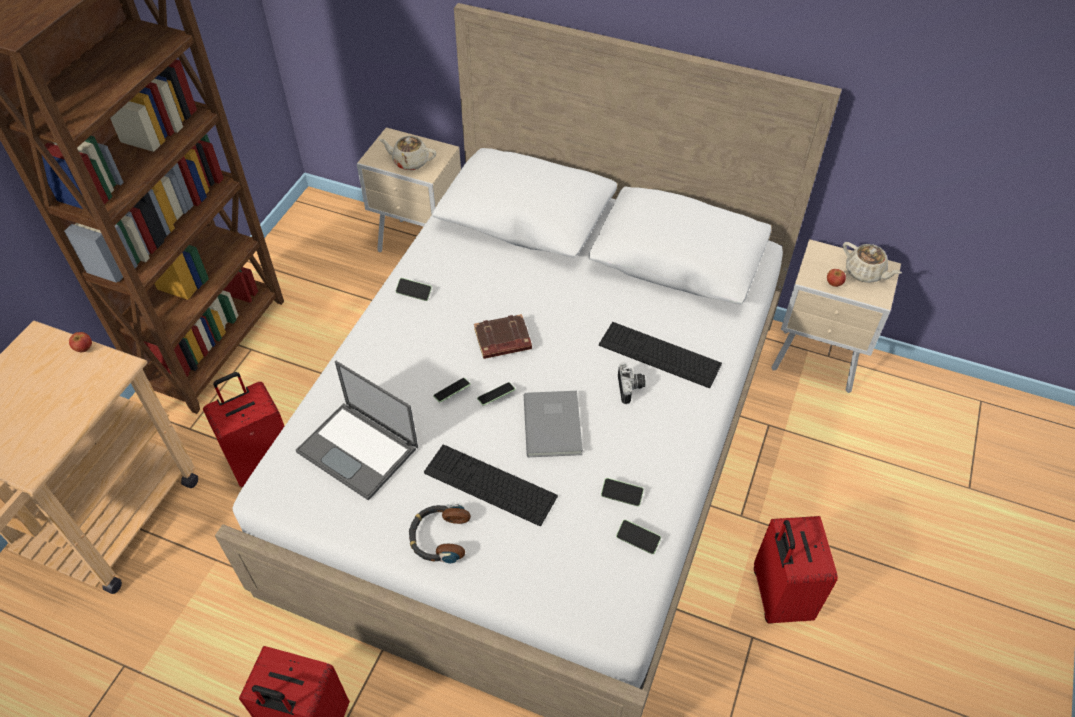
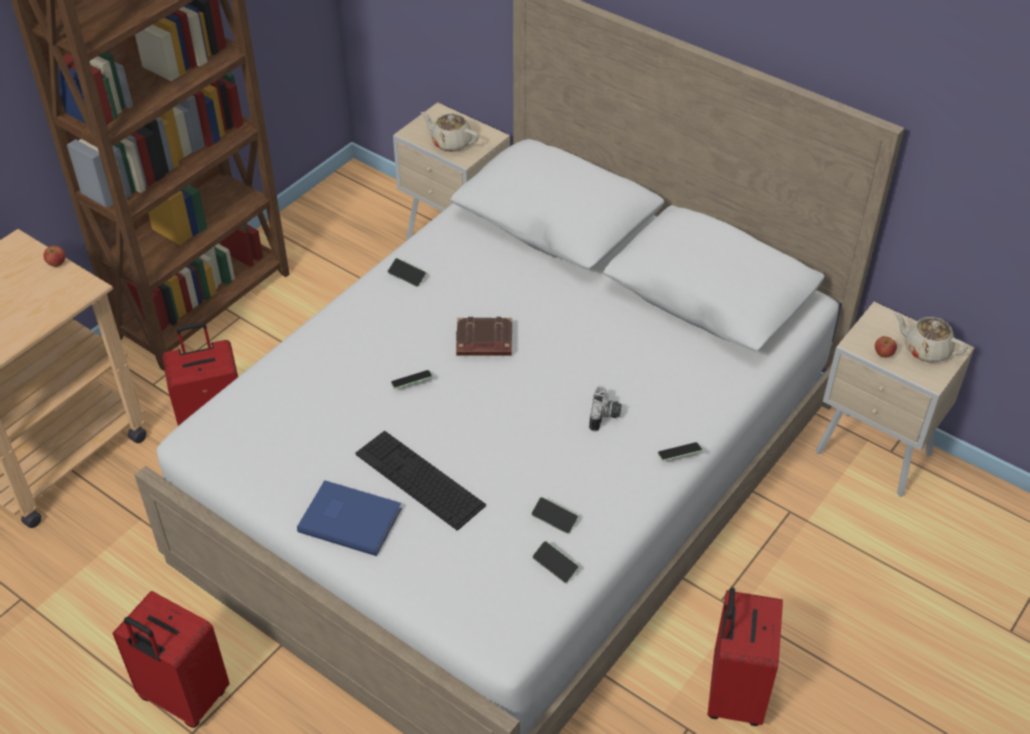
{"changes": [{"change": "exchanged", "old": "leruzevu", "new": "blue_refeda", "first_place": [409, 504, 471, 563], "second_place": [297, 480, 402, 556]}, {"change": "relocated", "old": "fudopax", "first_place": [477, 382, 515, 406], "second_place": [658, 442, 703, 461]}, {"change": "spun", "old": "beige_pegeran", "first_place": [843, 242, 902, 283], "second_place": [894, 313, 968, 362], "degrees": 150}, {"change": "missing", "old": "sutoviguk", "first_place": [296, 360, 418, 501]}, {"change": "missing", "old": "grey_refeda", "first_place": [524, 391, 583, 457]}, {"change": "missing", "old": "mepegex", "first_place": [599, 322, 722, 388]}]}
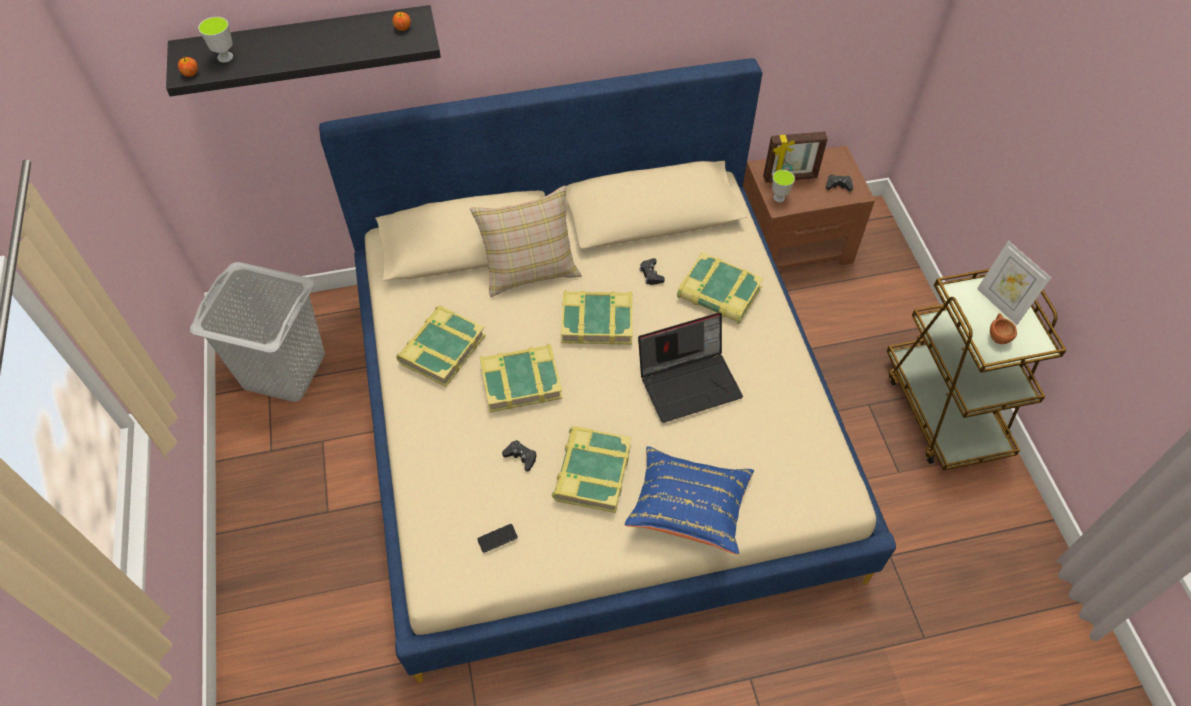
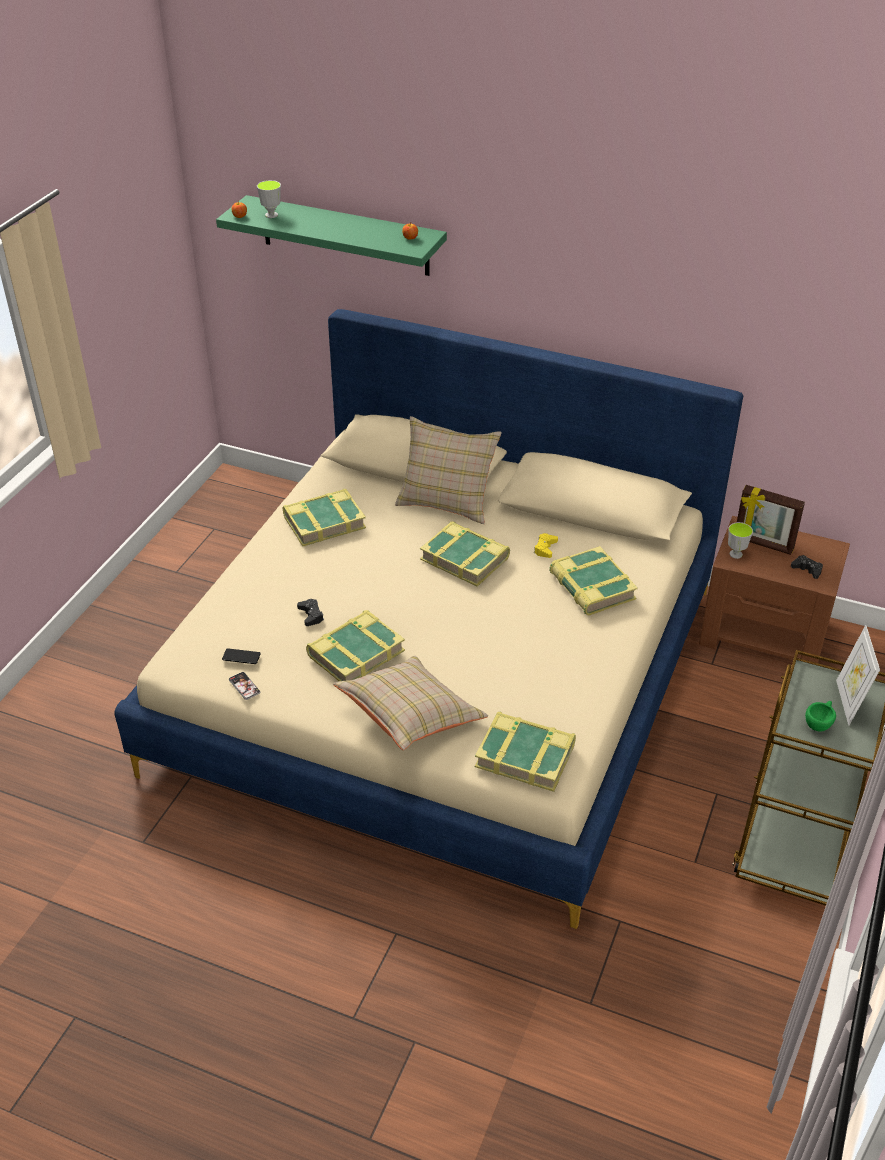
{"changes": [{"change": "colour", "old": "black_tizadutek", "new": "green_tizadutek", "first_place": [166, 5, 441, 97], "second_place": [216, 195, 447, 276]}, {"change": "appeared", "new": "fudopax", "second_place": [229, 672, 261, 700]}, {"change": "colour", "old": "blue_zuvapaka", "new": "beige_zuvapaka", "first_place": [625, 446, 754, 555], "second_place": [333, 656, 488, 750]}, {"change": "relocated", "old": "refeda", "first_place": [480, 344, 563, 412], "second_place": [475, 712, 576, 792]}, {"change": "colour", "old": "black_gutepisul", "new": "yellow_gutepisul", "first_place": [639, 258, 665, 285], "second_place": [534, 533, 558, 558]}, {"change": "colour", "old": "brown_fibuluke", "new": "green_fibuluke", "first_place": [990, 313, 1017, 344], "second_place": [805, 701, 836, 732]}, {"change": "missing", "old": "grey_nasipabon", "first_place": [190, 262, 325, 402]}, {"change": "missing", "old": "sutoviguk", "first_place": [638, 313, 743, 423]}]}
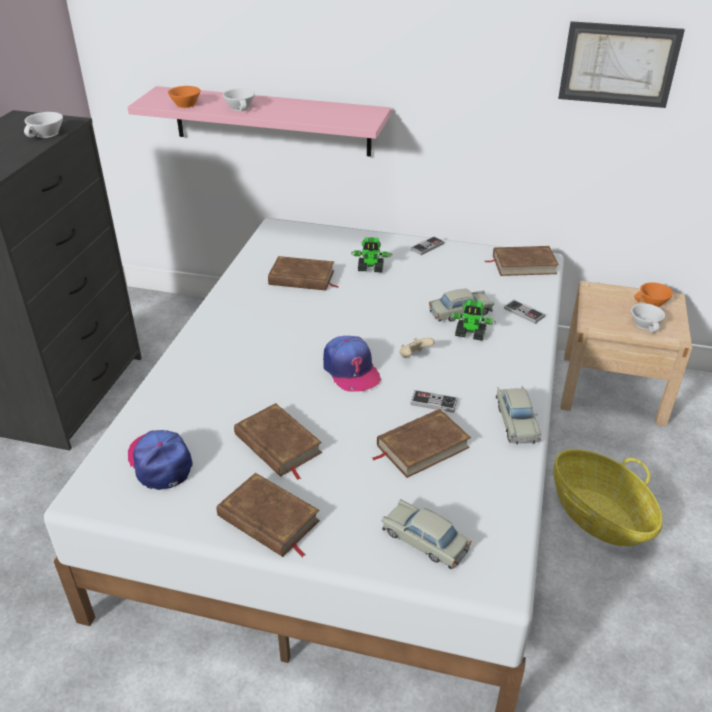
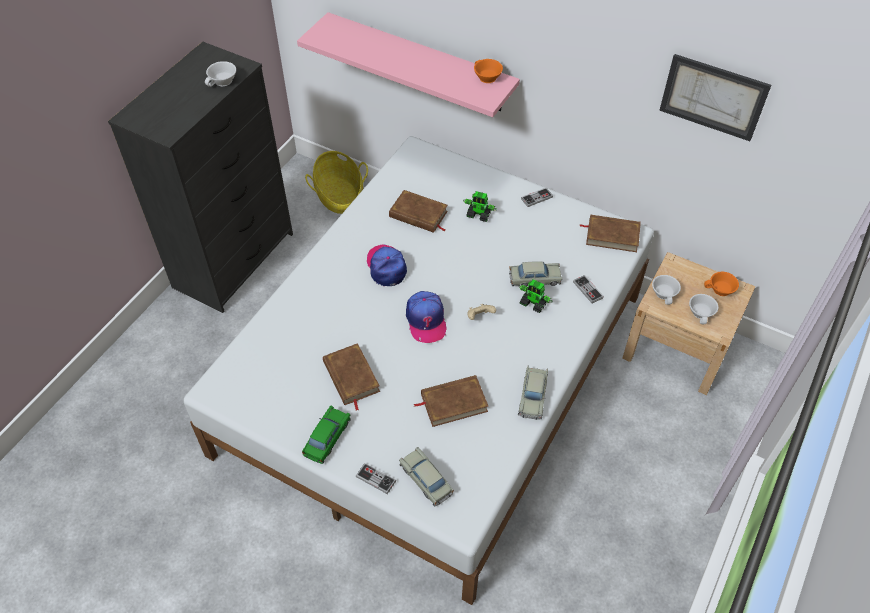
{"changes": [{"change": "exchanged", "old": "brown_refeda", "new": "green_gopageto", "first_place": [217, 473, 320, 557], "second_place": [302, 406, 351, 464]}, {"change": "relocated", "old": "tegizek", "first_place": [553, 449, 663, 546], "second_place": [305, 151, 368, 214]}, {"change": "relocated", "old": "gutepisul", "first_place": [410, 390, 458, 413], "second_place": [356, 463, 396, 494]}, {"change": "relocated", "old": "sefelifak", "first_place": [127, 430, 193, 490], "second_place": [367, 245, 407, 286]}, {"change": "relocated", "old": "orange_fibuluke", "first_place": [168, 86, 200, 108], "second_place": [474, 59, 503, 83]}, {"change": "relocated", "old": "white_fibuluke", "first_place": [223, 88, 255, 111], "second_place": [652, 275, 681, 305]}]}
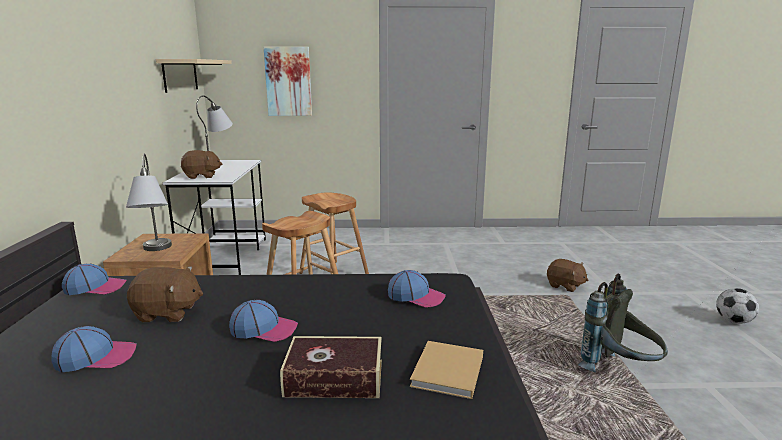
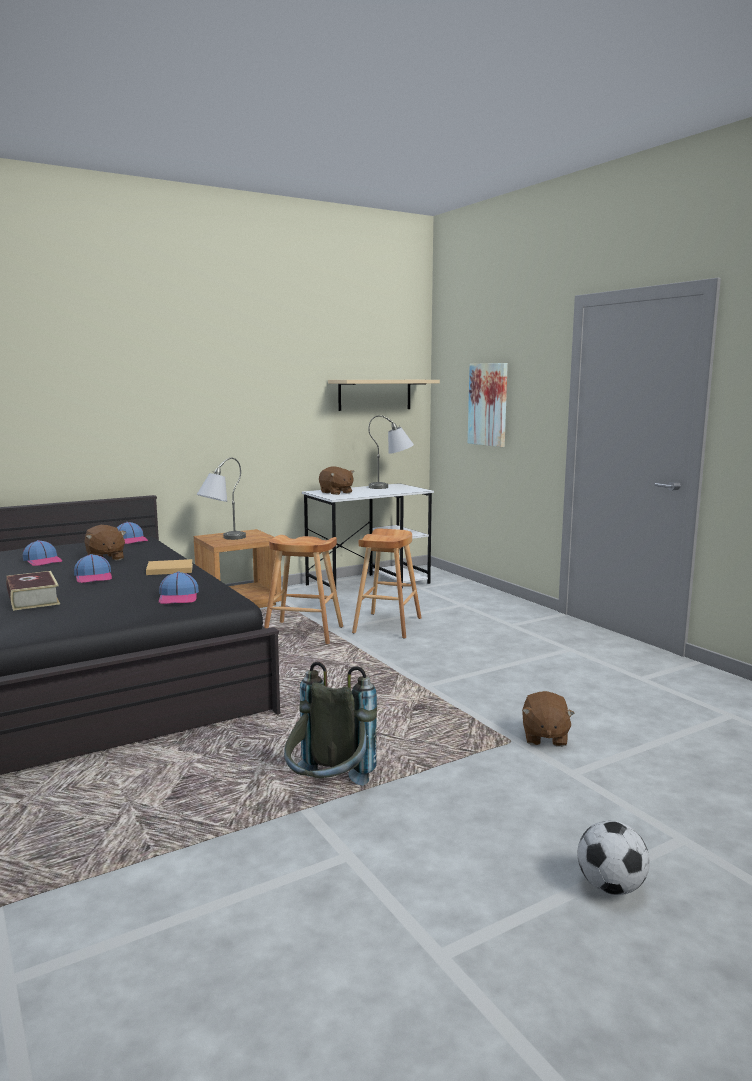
{"changes": [{"change": "relocated", "old": "beige_refeda", "first_place": [410, 341, 483, 399], "second_place": [146, 559, 193, 575]}]}
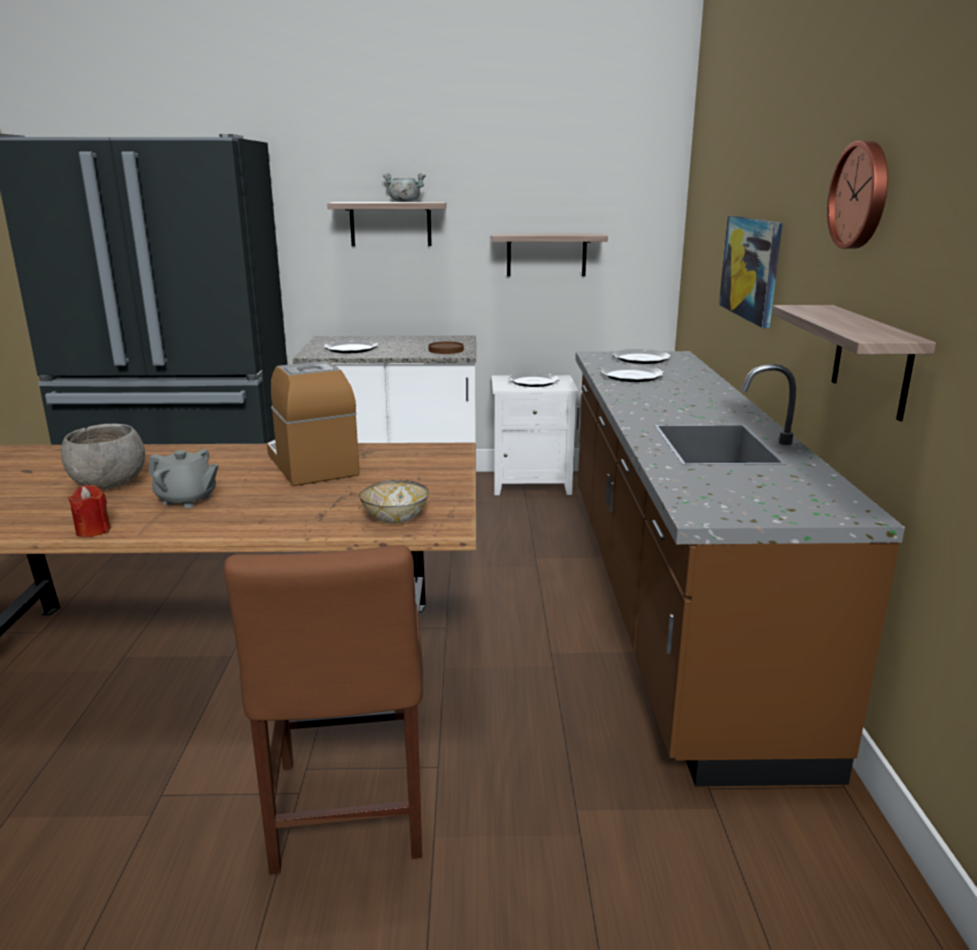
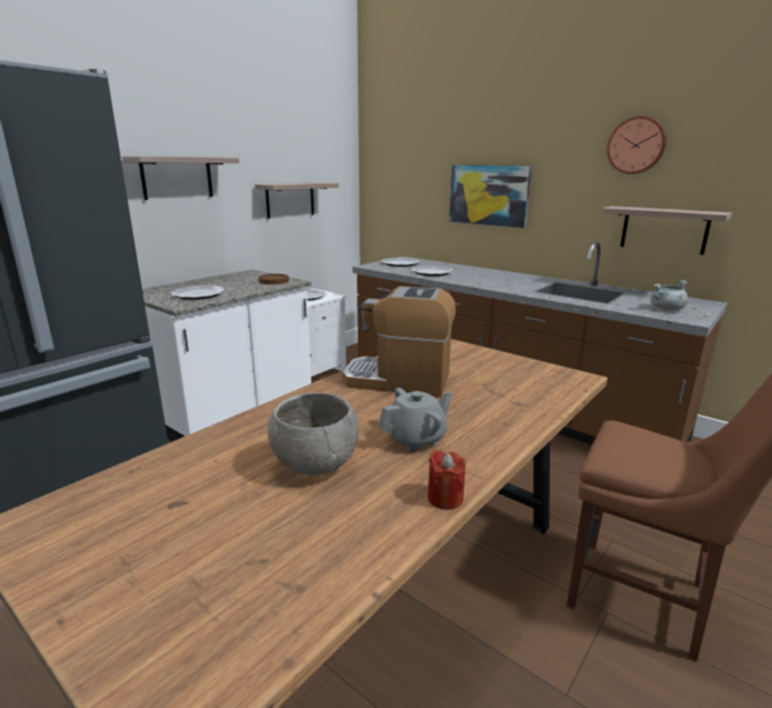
{"changes": [{"change": "relocated", "old": "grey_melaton", "first_place": [383, 173, 426, 202], "second_place": [650, 280, 688, 311]}, {"change": "missing", "old": "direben", "first_place": [359, 480, 429, 524]}]}
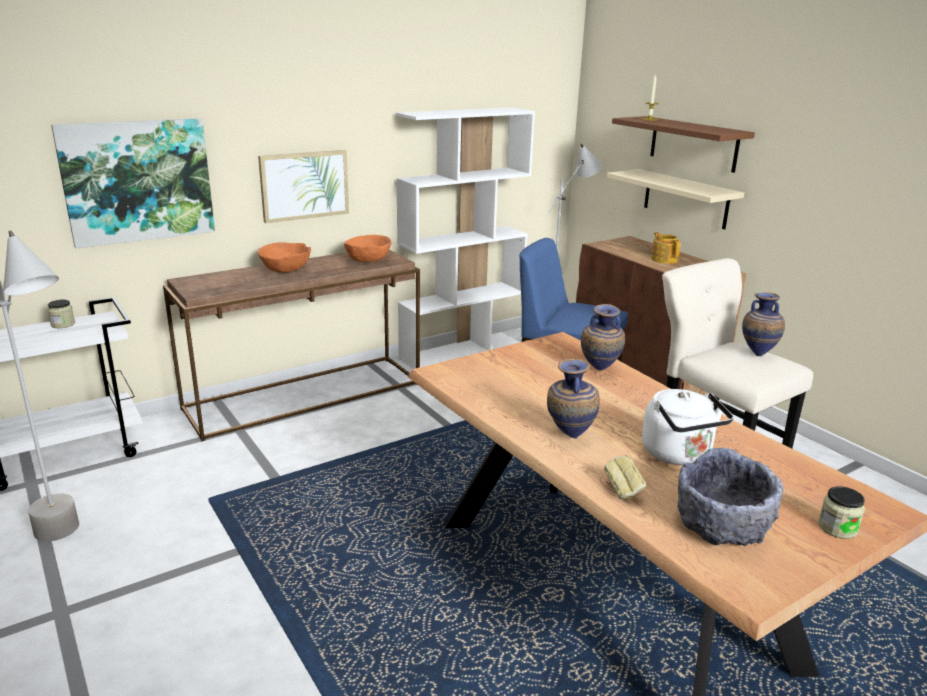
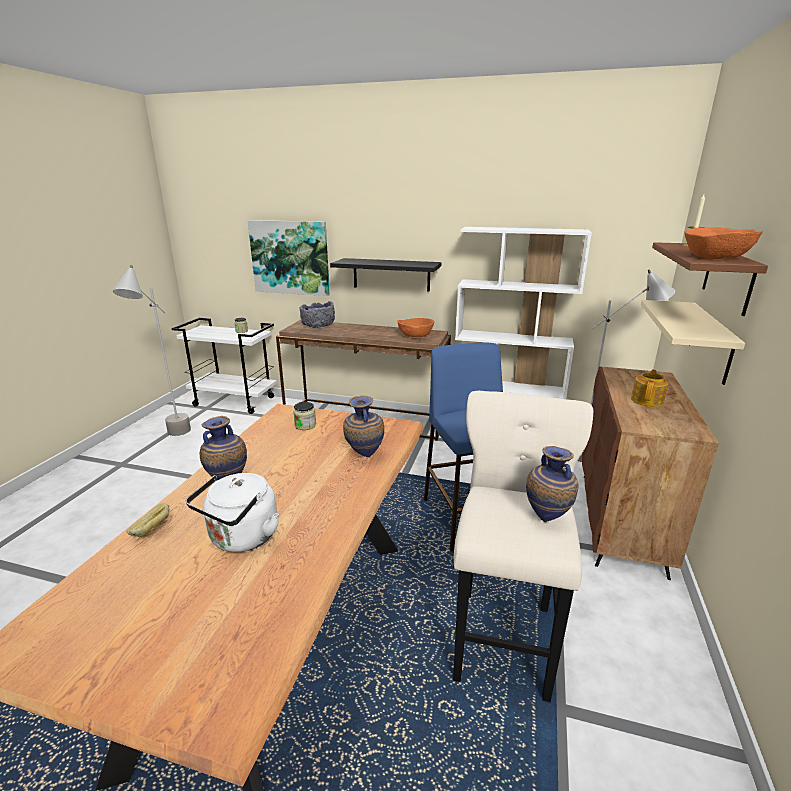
{"changes": [{"change": "relocated", "old": "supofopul", "first_place": [818, 487, 865, 539], "second_place": [293, 402, 316, 430]}, {"change": "relocated", "old": "grey_direben", "first_place": [677, 448, 784, 546], "second_place": [300, 301, 335, 328]}, {"change": "exchanged", "old": "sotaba", "new": "black_tizadutek", "first_place": [258, 150, 349, 223], "second_place": [330, 258, 442, 292]}, {"change": "relocated", "old": "orange_direben", "first_place": [258, 242, 311, 273], "second_place": [684, 227, 763, 259]}]}
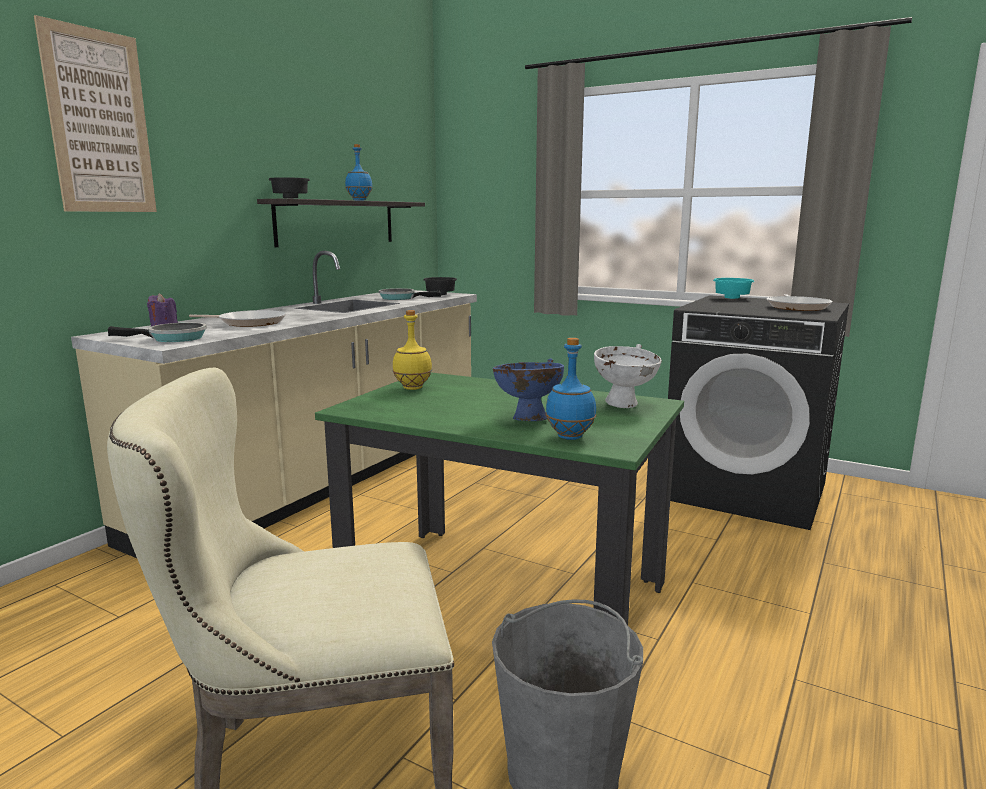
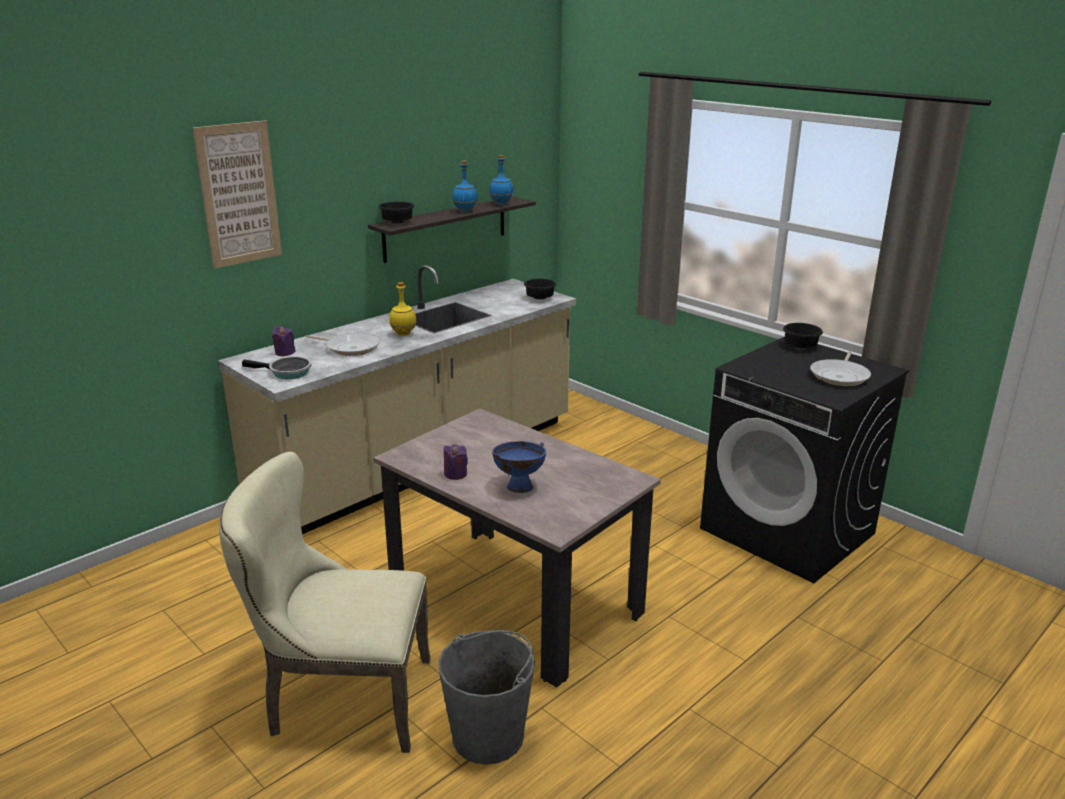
{"changes": [{"change": "colour", "old": "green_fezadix", "new": "beige_fezadix", "first_place": [315, 373, 684, 625], "second_place": [374, 408, 661, 688]}, {"change": "relocated", "old": "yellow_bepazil", "first_place": [392, 310, 432, 390], "second_place": [389, 282, 417, 336]}, {"change": "appeared", "new": "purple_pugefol", "second_place": [444, 444, 468, 480]}, {"change": "relocated", "old": "blue_bepazil", "first_place": [545, 338, 596, 440], "second_place": [489, 155, 514, 205]}, {"change": "colour", "old": "turquoise_direben", "new": "black_direben", "first_place": [713, 278, 754, 299], "second_place": [783, 323, 823, 348]}, {"change": "missing", "old": "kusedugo", "first_place": [379, 288, 441, 300]}, {"change": "missing", "old": "white_direben", "first_place": [594, 344, 662, 408]}]}
